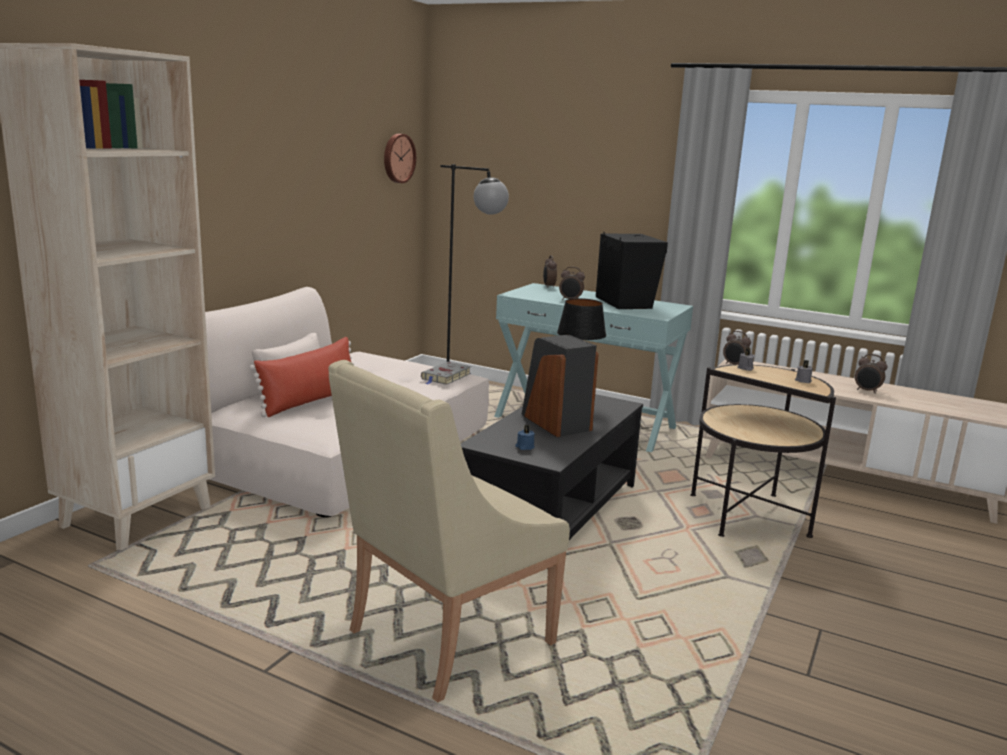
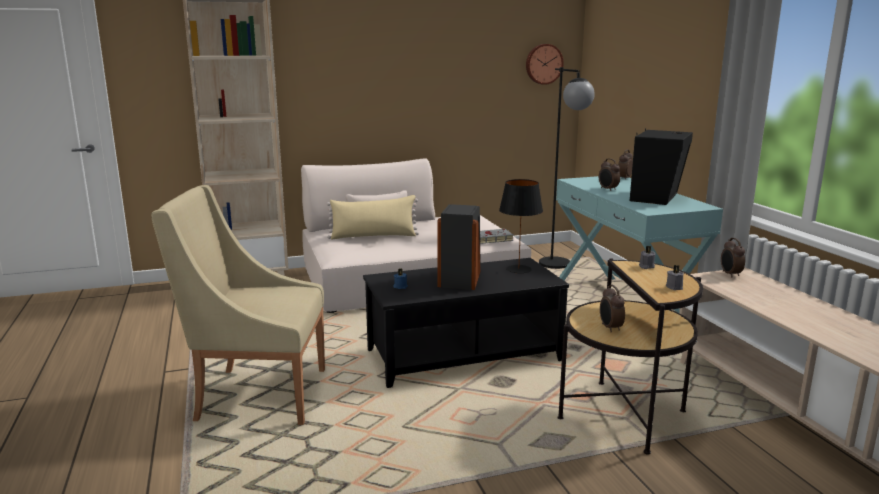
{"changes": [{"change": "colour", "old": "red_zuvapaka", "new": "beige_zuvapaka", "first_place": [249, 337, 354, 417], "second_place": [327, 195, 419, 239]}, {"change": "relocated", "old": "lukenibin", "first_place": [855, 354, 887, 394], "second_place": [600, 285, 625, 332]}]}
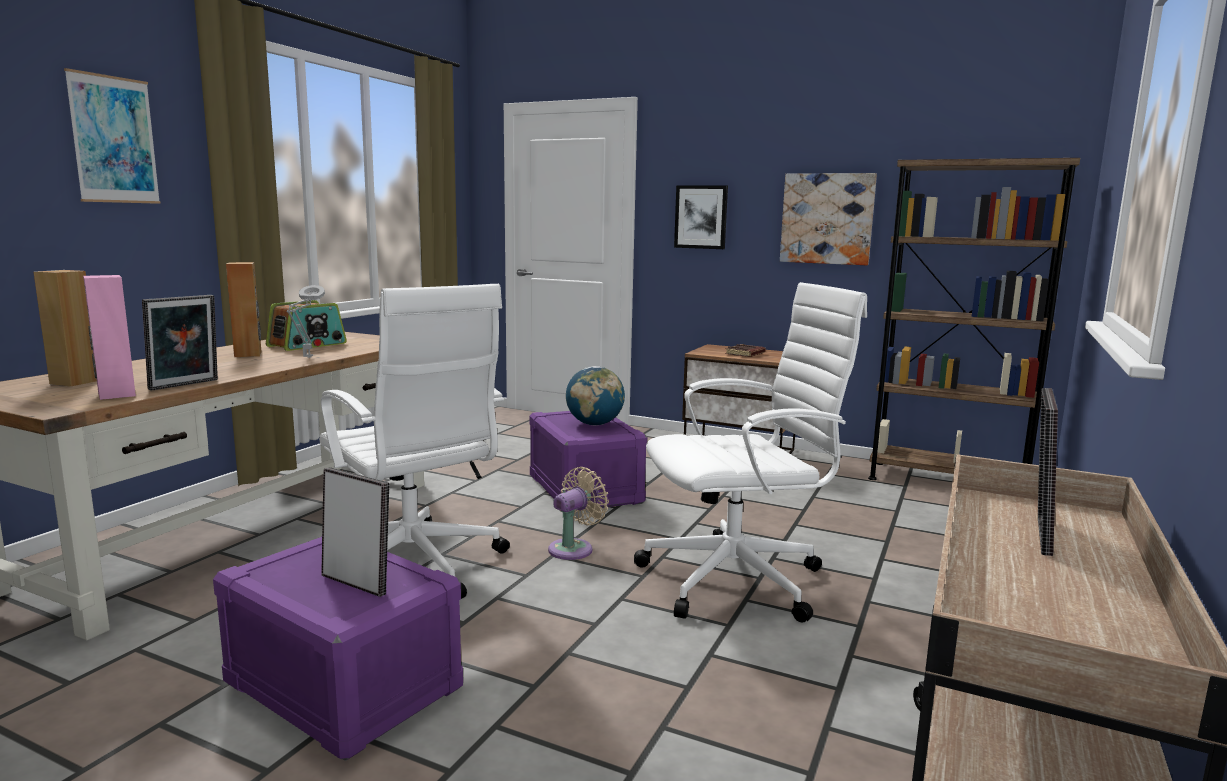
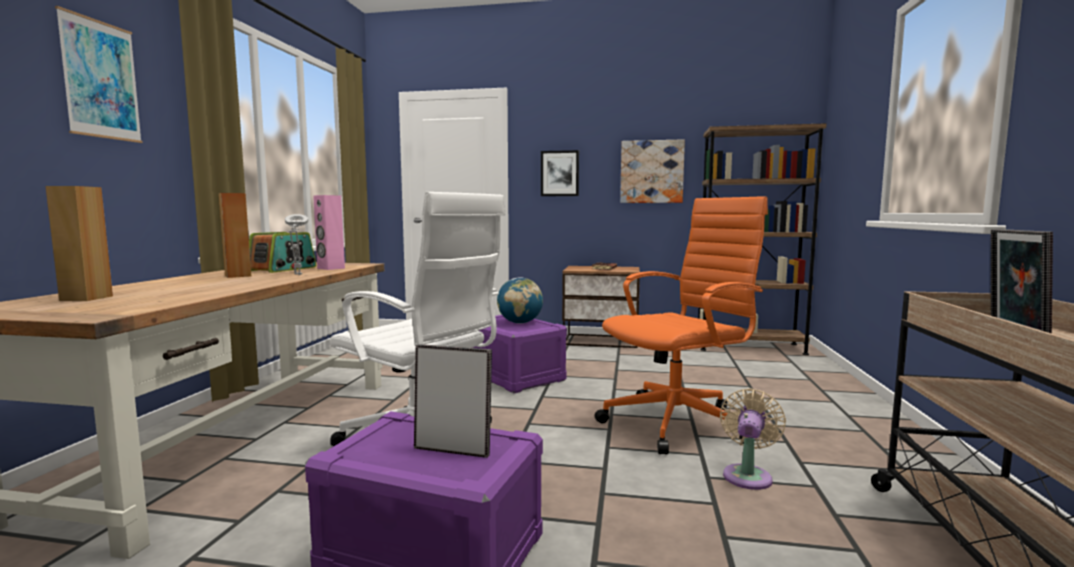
{"changes": [{"change": "relocated", "old": "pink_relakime", "first_place": [83, 275, 136, 400], "second_place": [313, 195, 345, 270]}, {"change": "colour", "old": "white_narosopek", "new": "orange_narosopek", "first_place": [634, 282, 867, 622], "second_place": [595, 196, 768, 455]}, {"change": "relocated", "old": "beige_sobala", "first_place": [548, 467, 609, 560], "second_place": [720, 388, 786, 490]}, {"change": "missing", "old": "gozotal", "first_place": [142, 295, 218, 391]}]}
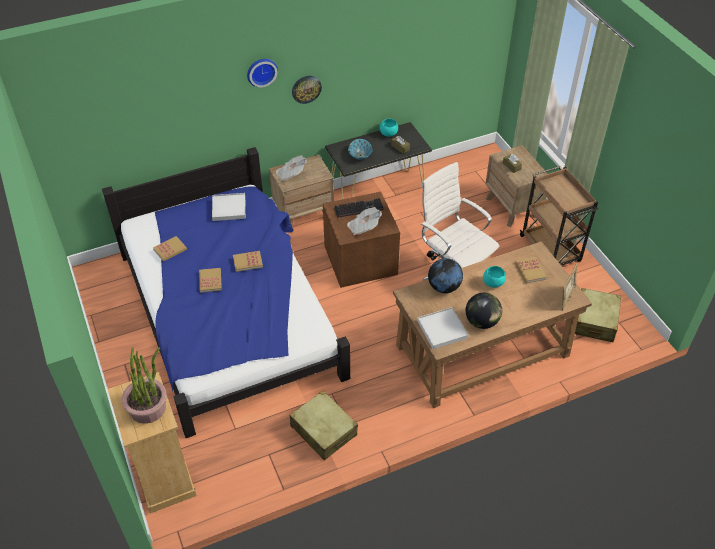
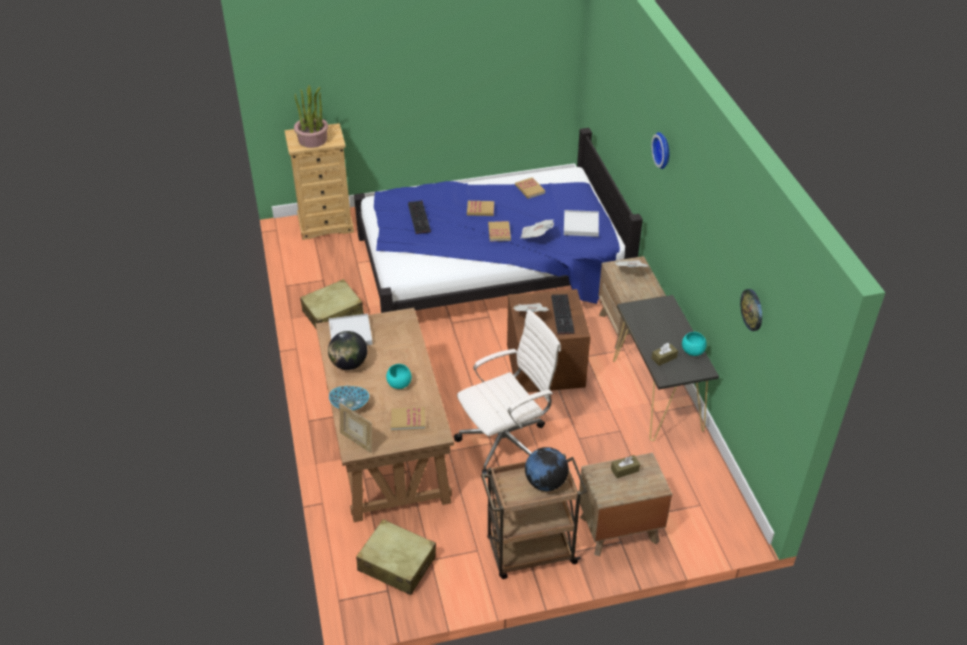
{"changes": [{"change": "relocated", "old": "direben", "first_place": [348, 139, 372, 160], "second_place": [329, 386, 369, 411]}, {"change": "appeared", "new": "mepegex", "second_place": [408, 200, 431, 234]}, {"change": "appeared", "new": "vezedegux", "second_place": [521, 220, 554, 239]}, {"change": "relocated", "old": "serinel", "first_place": [428, 258, 463, 293], "second_place": [525, 447, 569, 491]}, {"change": "relocated", "old": "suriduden", "first_place": [292, 76, 322, 104], "second_place": [740, 289, 762, 331]}]}
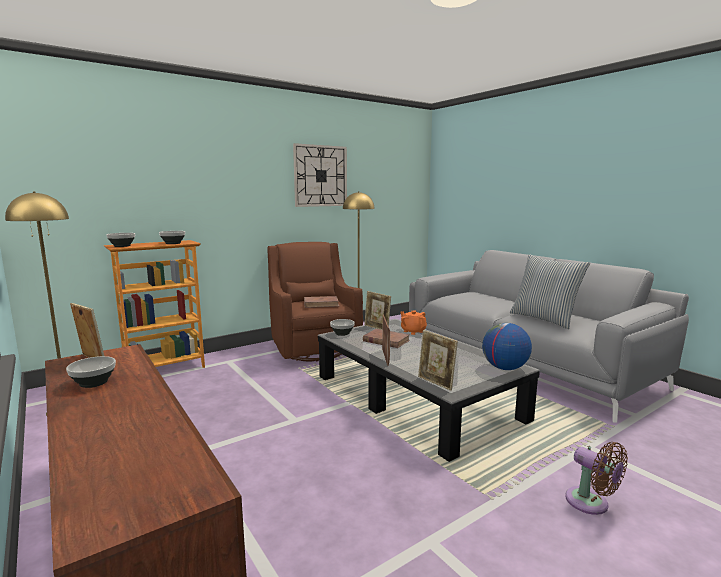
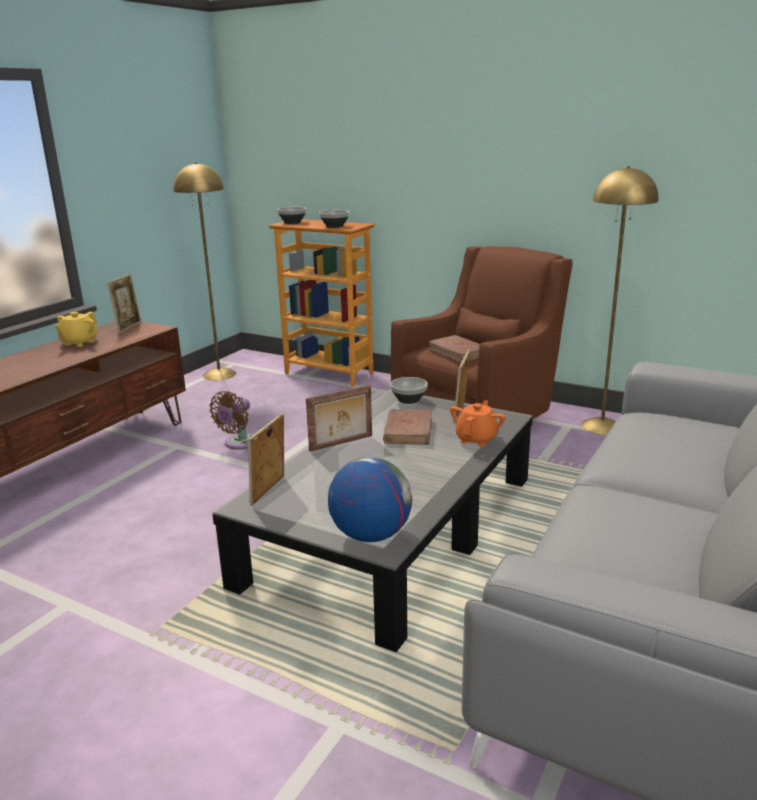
{"changes": [{"change": "exchanged", "old": "direben", "new": "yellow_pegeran", "first_place": [66, 356, 116, 388], "second_place": [55, 312, 98, 347]}, {"change": "relocated", "old": "brown_sobala", "first_place": [565, 442, 628, 515], "second_place": [209, 391, 253, 450]}, {"change": "missing", "old": "suriduden", "first_place": [293, 143, 347, 207]}, {"change": "missing", "old": "zuvapaka", "first_place": [510, 254, 590, 329]}]}
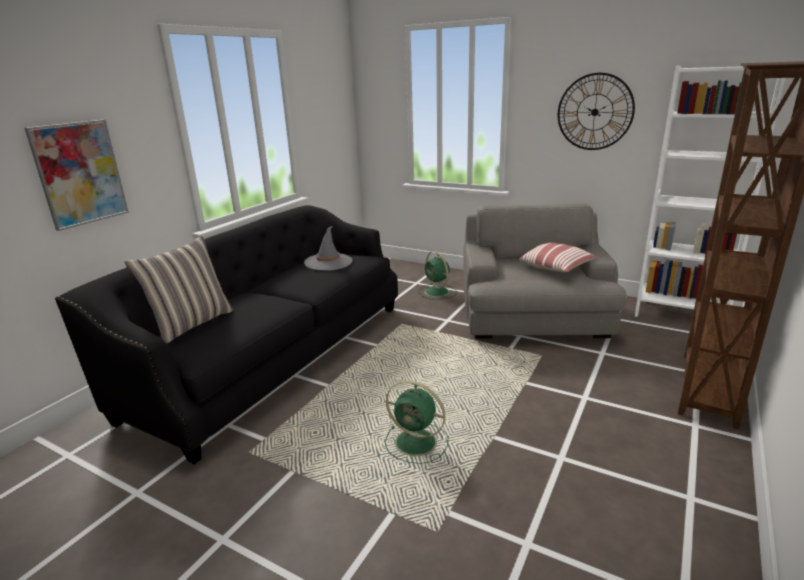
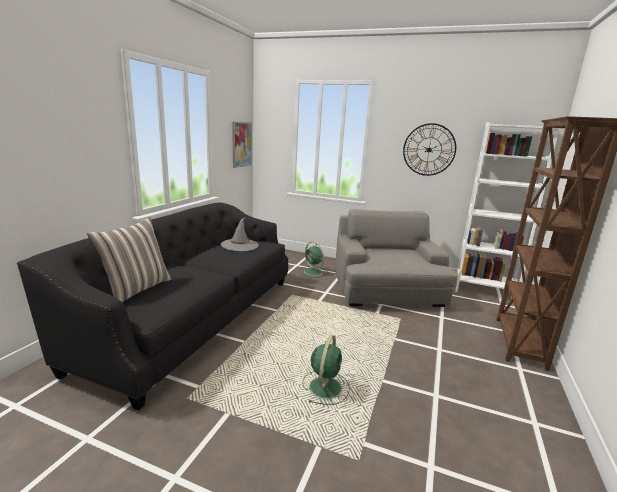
{"changes": [{"change": "relocated", "old": "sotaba", "first_place": [25, 120, 129, 231], "second_place": [232, 122, 252, 168]}, {"change": "spun", "old": "green_sobala", "first_place": [385, 380, 449, 464], "second_place": [303, 335, 350, 405], "degrees": -90}, {"change": "missing", "old": "zuvapaka", "first_place": [519, 243, 597, 272]}]}
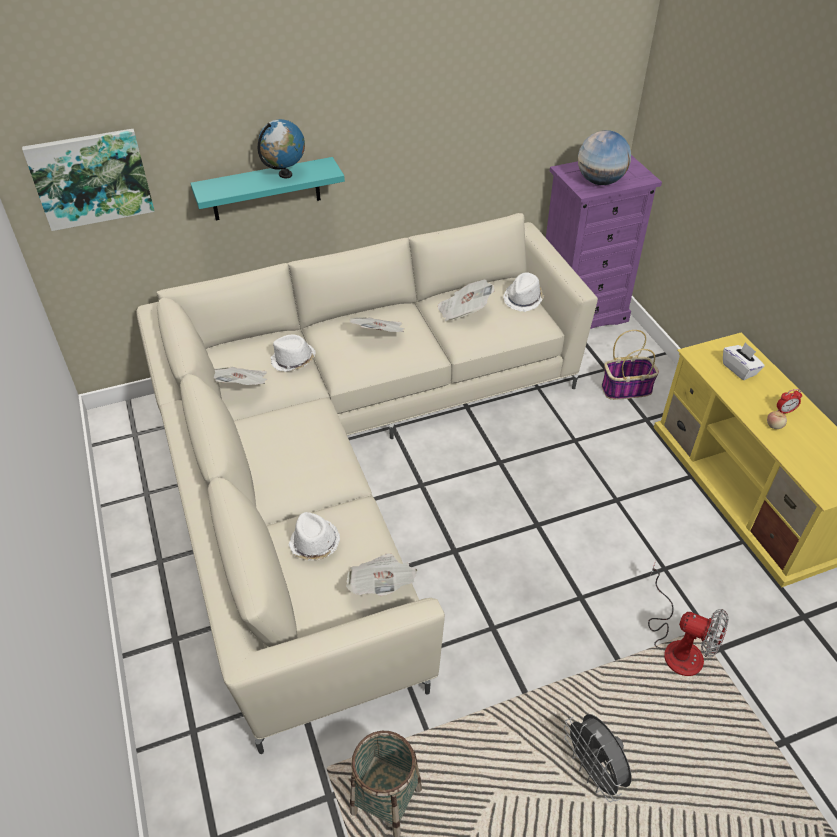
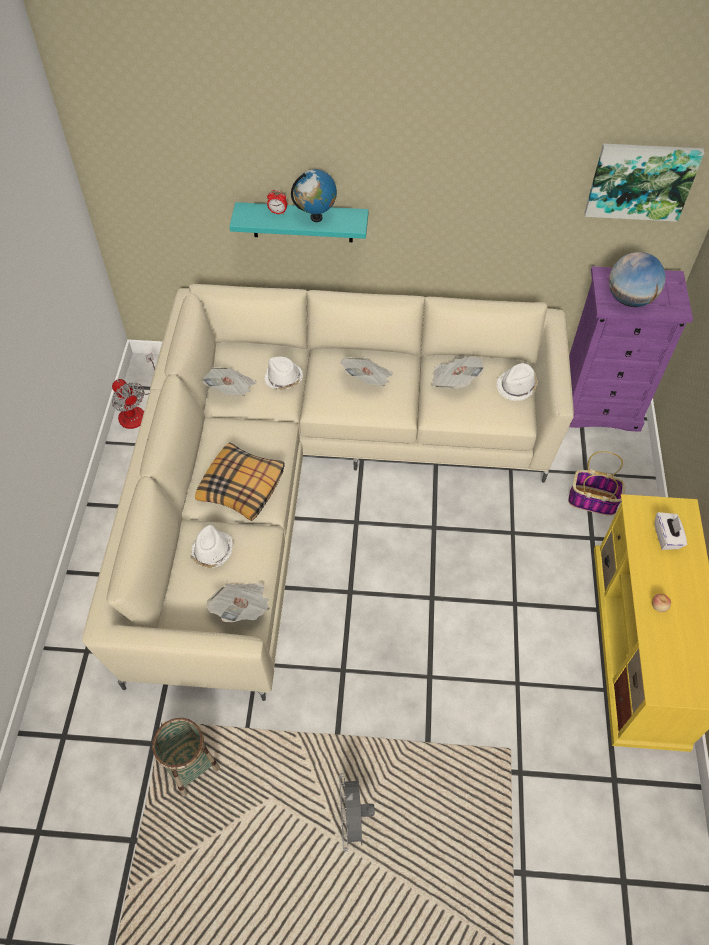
{"changes": [{"change": "relocated", "old": "sobala", "first_place": [648, 561, 729, 676], "second_place": [112, 353, 155, 429]}, {"change": "appeared", "new": "zuvapaka", "second_place": [195, 442, 285, 521]}, {"change": "relocated", "old": "lukenibin", "first_place": [777, 389, 802, 413], "second_place": [267, 190, 287, 215]}, {"change": "relocated", "old": "sotaba", "first_place": [22, 129, 155, 231], "second_place": [584, 144, 704, 222]}]}
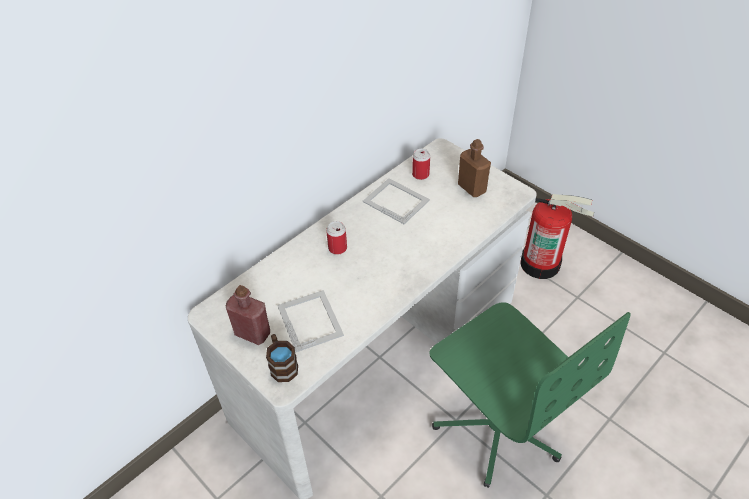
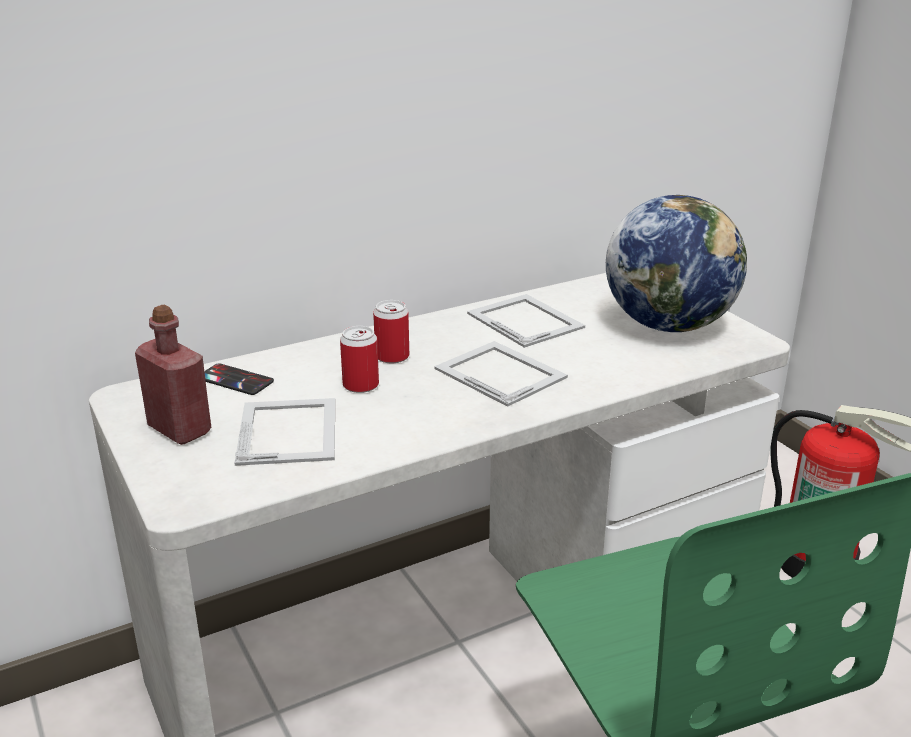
{"changes": [{"change": "appeared", "new": "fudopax", "second_place": [204, 363, 274, 395]}, {"change": "relocated", "old": "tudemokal", "first_place": [412, 149, 430, 180], "second_place": [340, 326, 379, 393]}, {"change": "appeared", "new": "gozotal", "second_place": [434, 341, 568, 407]}, {"change": "exchanged", "old": "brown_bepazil", "new": "serinel", "first_place": [458, 139, 491, 197], "second_place": [606, 195, 747, 332]}, {"change": "missing", "old": "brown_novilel", "first_place": [266, 334, 298, 382]}]}
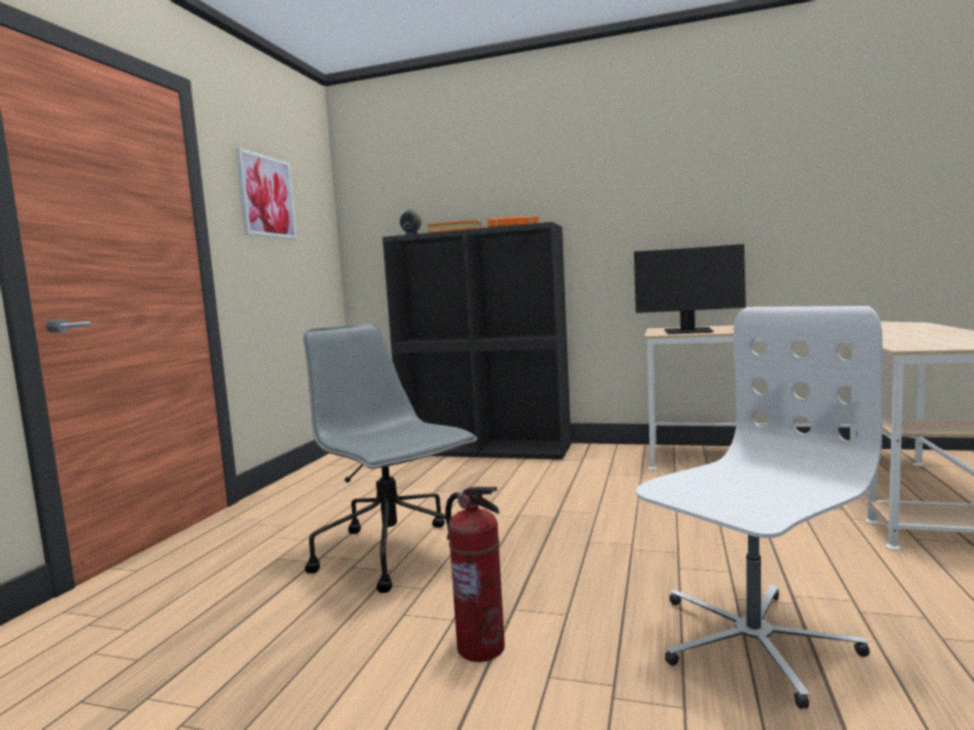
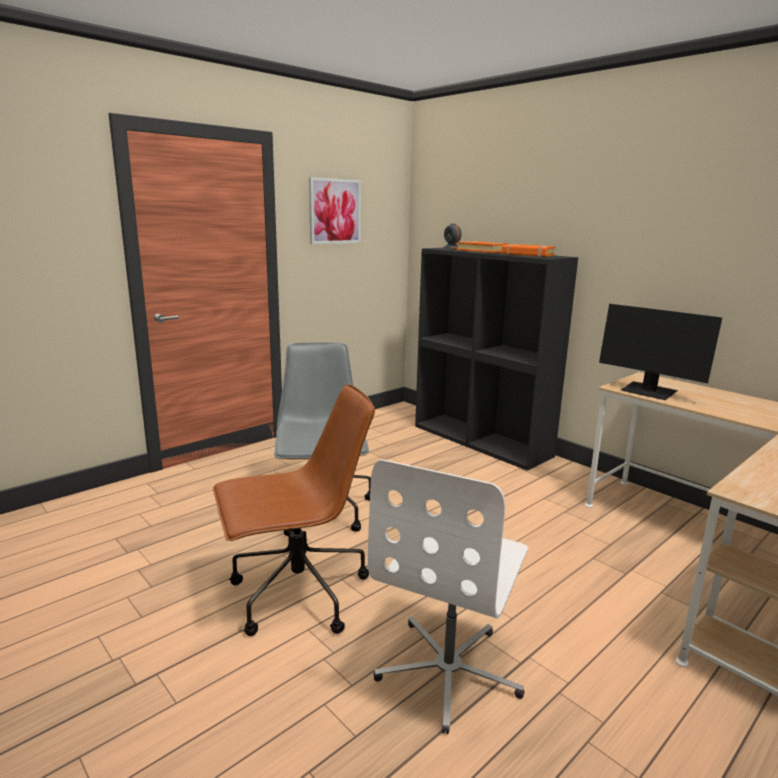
{"changes": [{"change": "exchanged", "old": "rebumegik", "new": "brown_narosopek", "first_place": [445, 486, 505, 662], "second_place": [213, 384, 375, 636]}, {"change": "spun", "old": "white_narosopek", "first_place": [636, 306, 882, 709], "second_place": [368, 459, 528, 734], "degrees": 120}]}
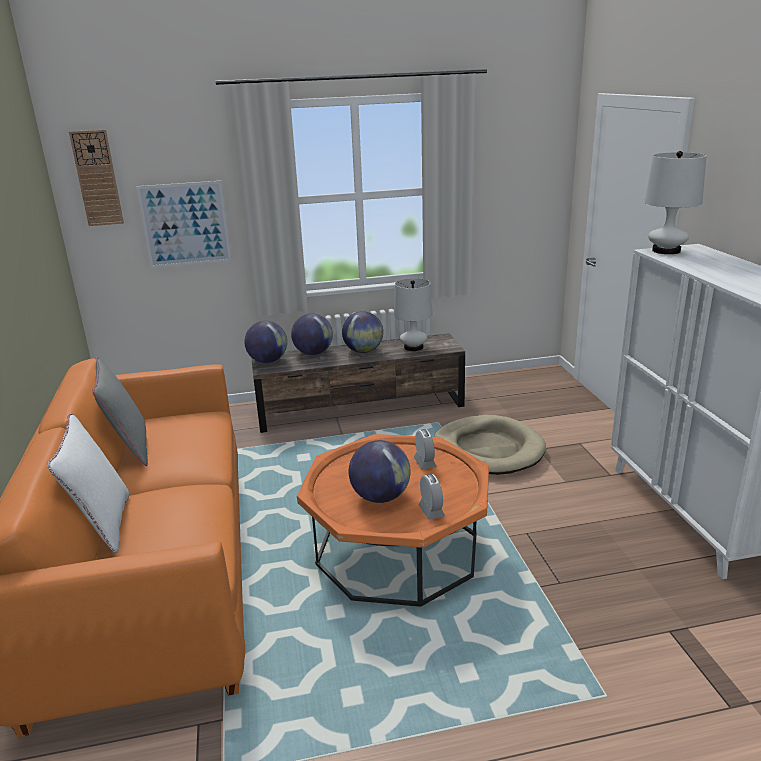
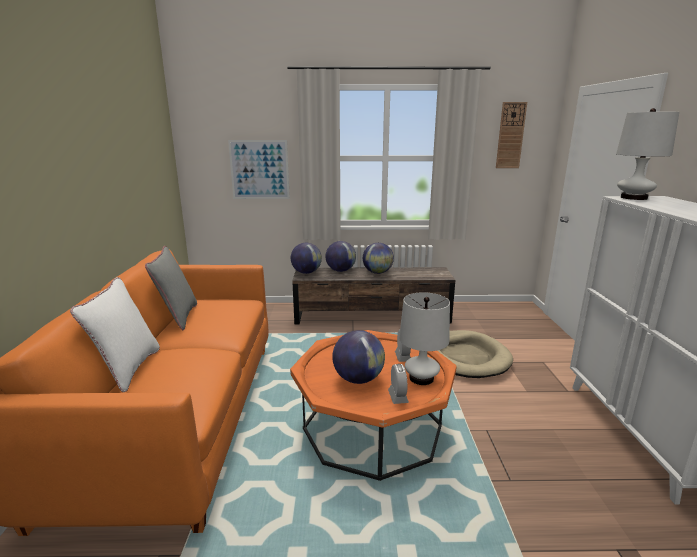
{"changes": [{"change": "relocated", "old": "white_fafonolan", "first_place": [394, 278, 433, 351], "second_place": [399, 292, 450, 385]}, {"change": "relocated", "old": "suriduden", "first_place": [69, 130, 124, 226], "second_place": [496, 102, 527, 168]}]}
